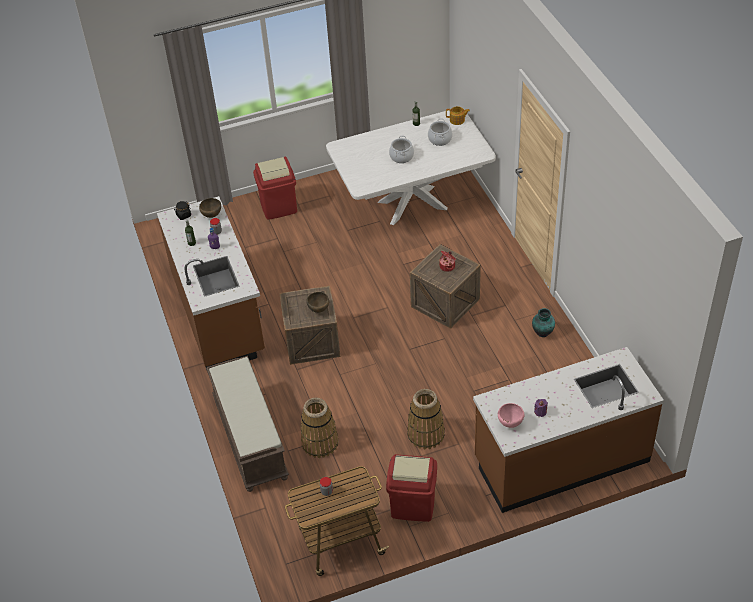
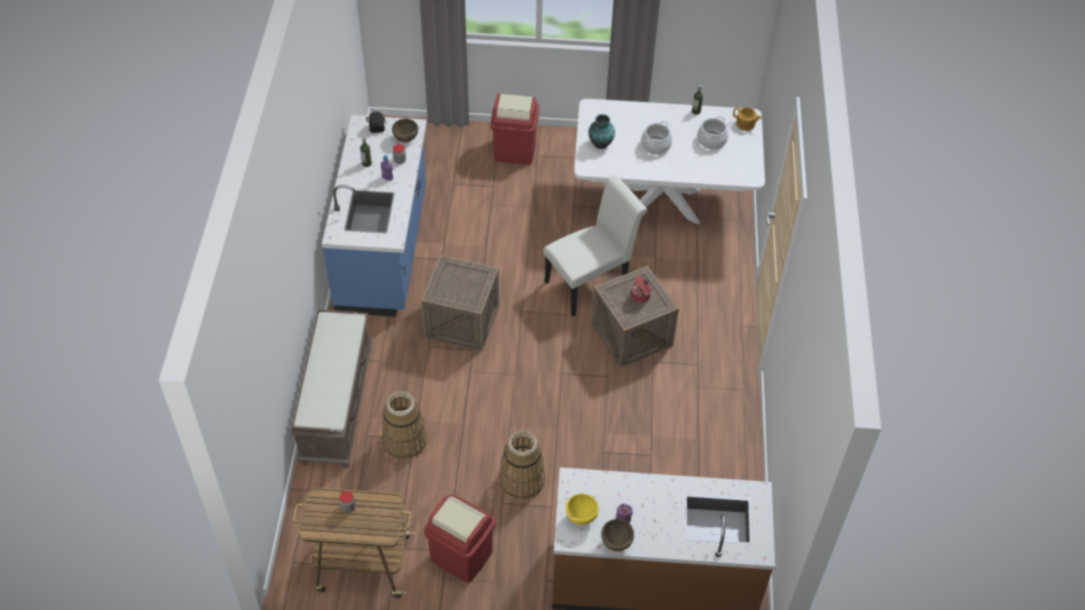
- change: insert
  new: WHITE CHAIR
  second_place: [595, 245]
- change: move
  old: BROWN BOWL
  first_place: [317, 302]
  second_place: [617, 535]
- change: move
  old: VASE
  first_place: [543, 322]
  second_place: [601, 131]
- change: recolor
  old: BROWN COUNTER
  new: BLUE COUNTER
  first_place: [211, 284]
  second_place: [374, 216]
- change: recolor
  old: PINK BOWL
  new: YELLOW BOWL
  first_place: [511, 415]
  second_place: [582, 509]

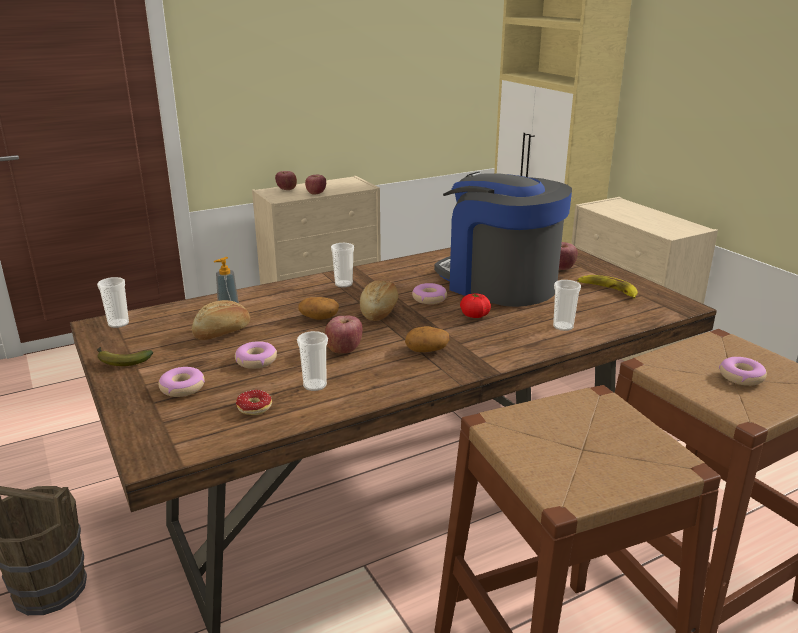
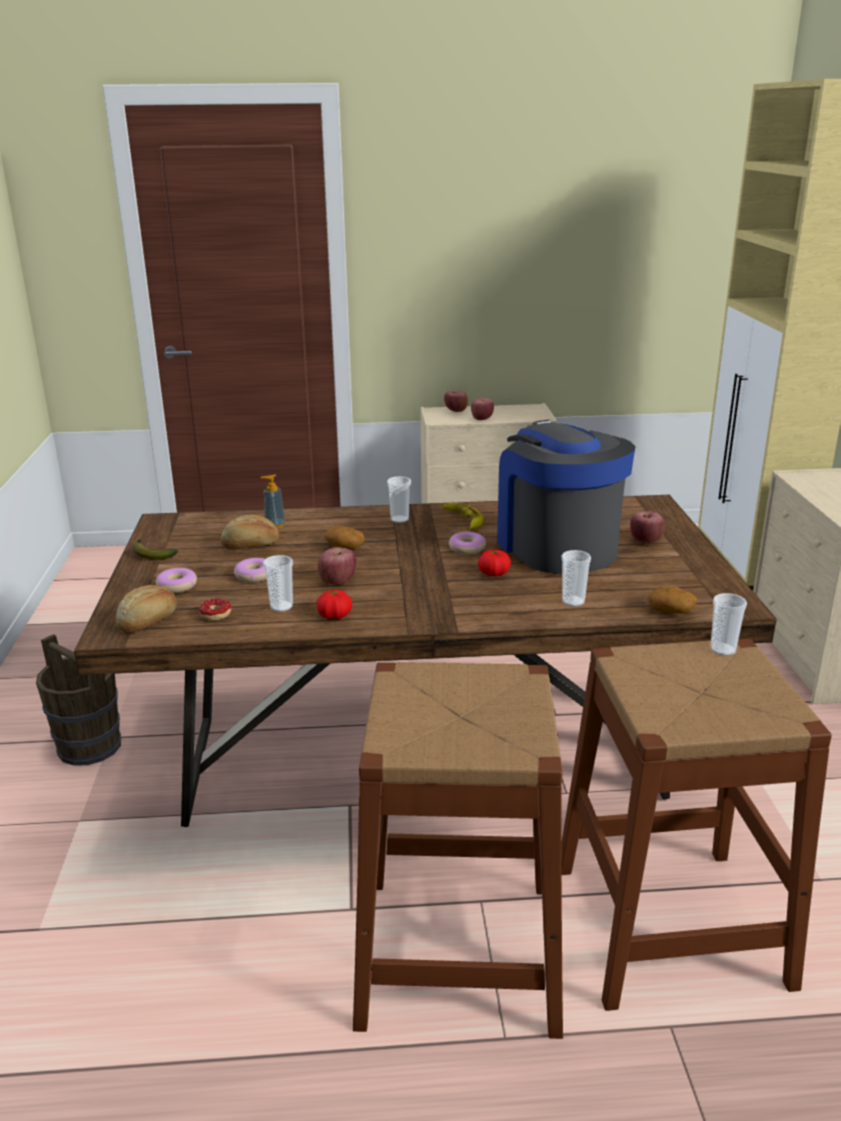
- change: delete
  old: DONUT
  first_place: [743, 371]
- change: insert
  new: TOMATO
  second_place: [334, 604]
- change: move
  old: CUP
  first_place: [113, 302]
  second_place: [728, 624]
- change: move
  old: BREAD
  first_place: [379, 301]
  second_place: [146, 609]
- change: move
  old: POTATO
  first_place: [427, 339]
  second_place: [672, 600]
- change: move
  old: BANANA
  first_place: [607, 287]
  second_place: [463, 516]

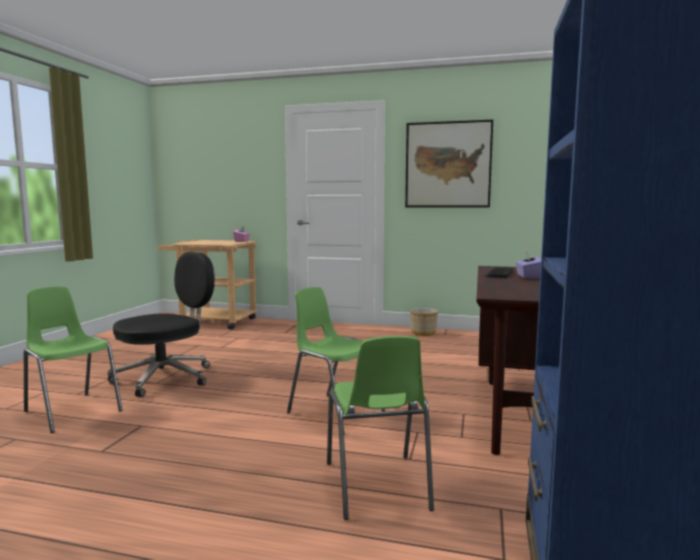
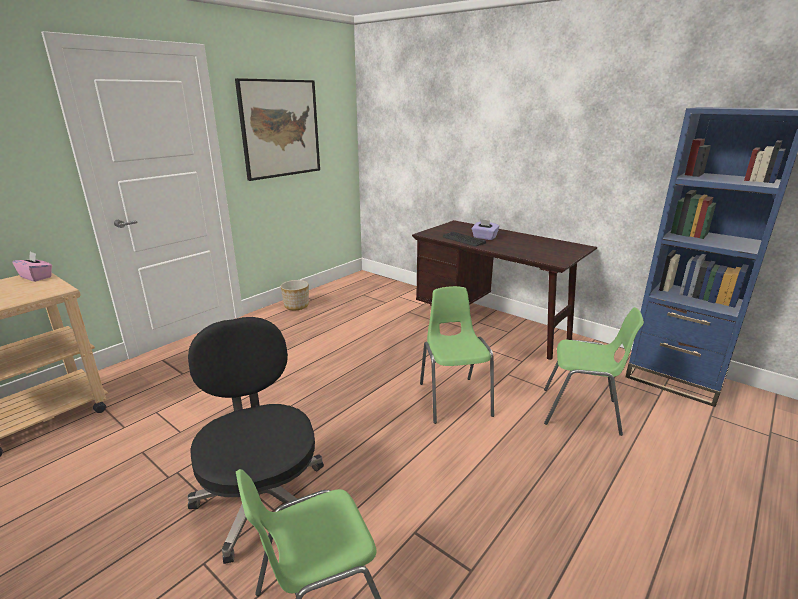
- change: rotate
  old: GREEN CHAIR
  first_place: [336, 360]
  second_place: [457, 355]
  degrees: 105

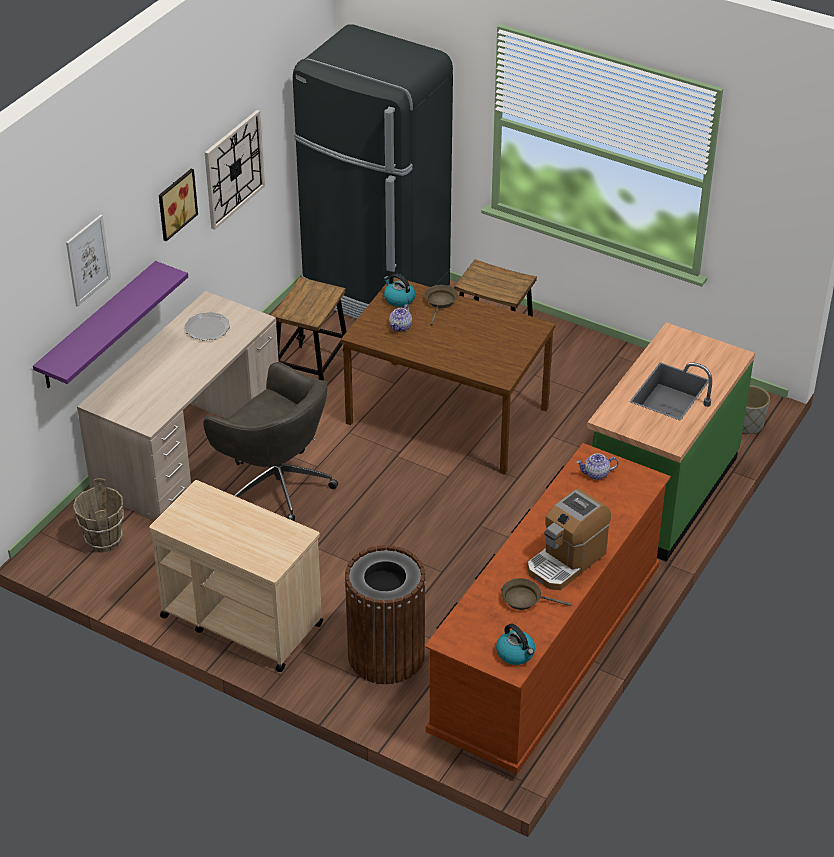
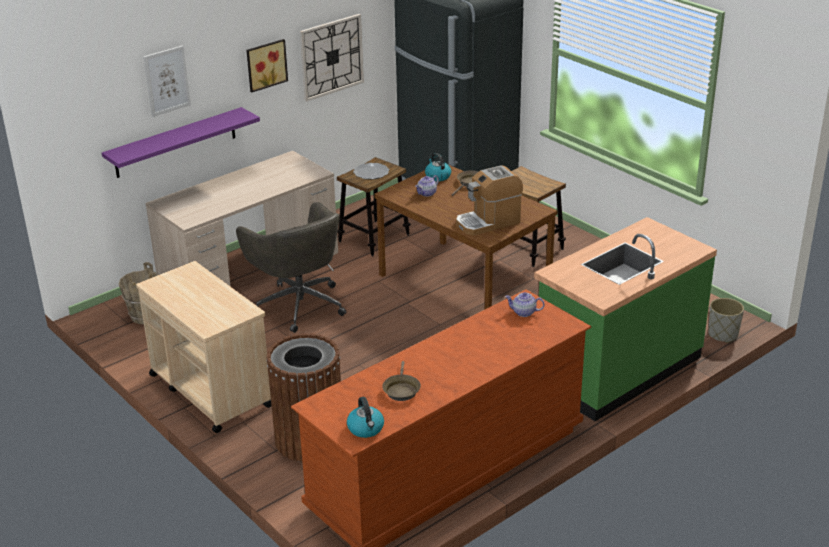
- change: move
  old: PLATE
  first_place: [207, 326]
  second_place: [371, 171]
- change: move
  old: COFFEE MACHINE
  first_place: [569, 539]
  second_place: [489, 200]
- change: rotate
  old: BROWN FRYING PAN
  first_place: [536, 594]
  second_place: [401, 381]
  degrees: -120

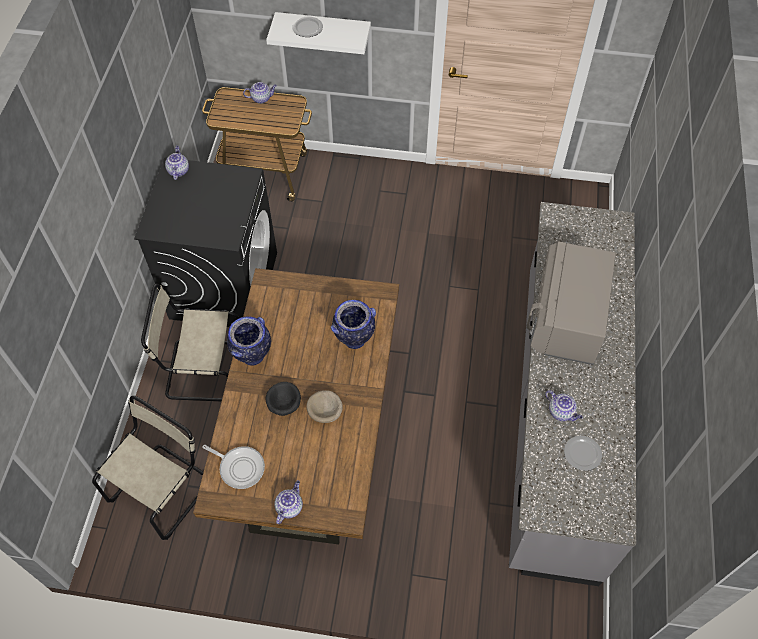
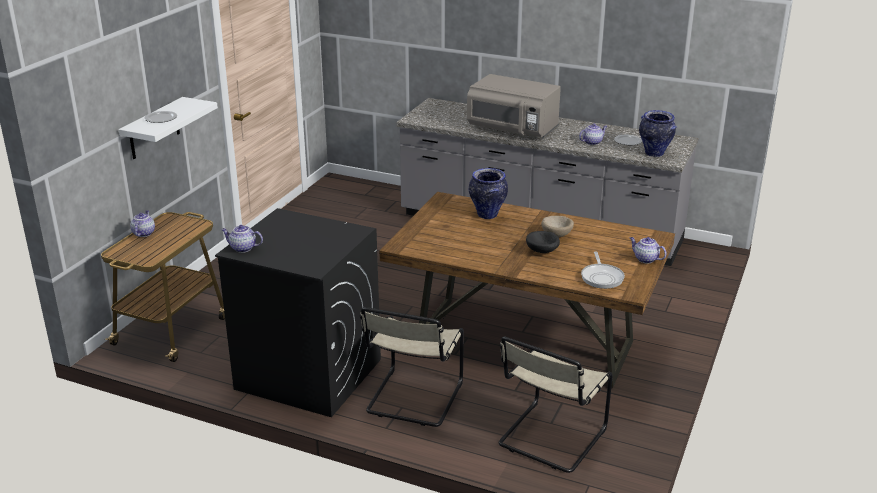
- change: move
  old: VASE
  first_place: [249, 341]
  second_place: [658, 133]
- change: rotate
  old: BEIGE CHAIR
  first_place: [147, 468]
  second_place: [556, 405]
  degrees: -105
- change: rotate
  old: FRYING PAN
  first_place: [233, 467]
  second_place: [603, 270]
  degrees: 135

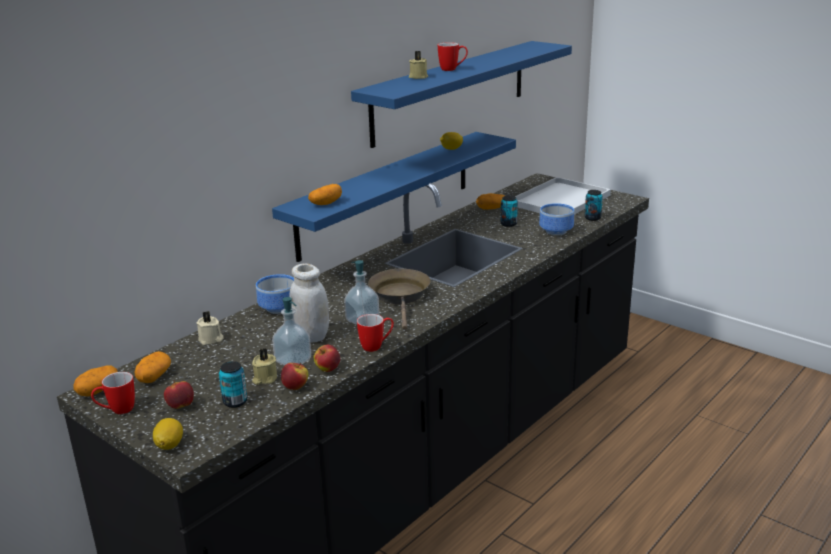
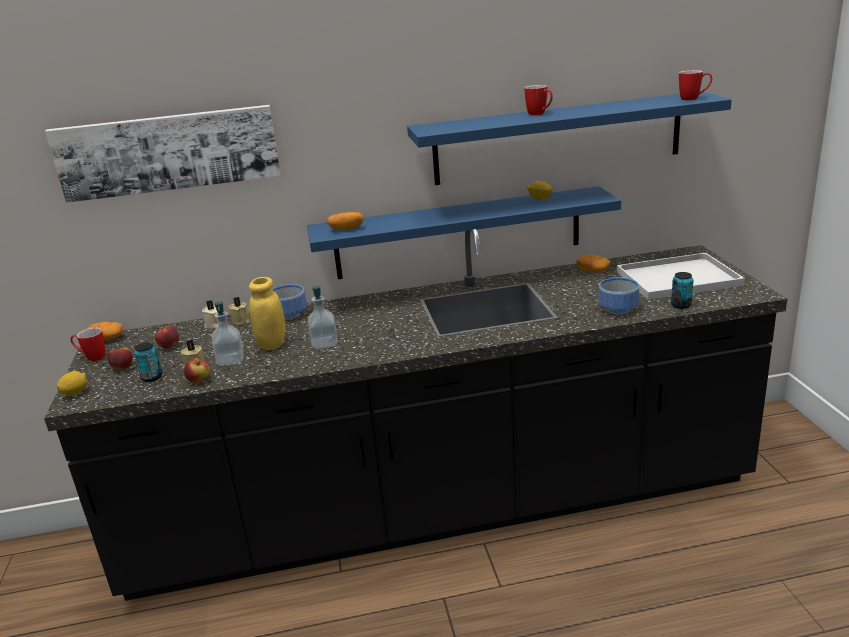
- change: delete
  old: POTATO
  first_place: [153, 367]
- change: delete
  old: BROWN FRYING PAN
  first_place: [399, 299]
- change: delete
  old: CAN
  first_place: [509, 211]
- change: insert
  new: PICTURE
  second_place: [163, 154]
- change: move
  old: APPLE
  first_place: [326, 358]
  second_place: [167, 337]
- change: move
  old: MUG
  first_place: [375, 333]
  second_place: [695, 85]
- change: move
  old: BEIGE CANDLE
  first_place: [418, 65]
  second_place: [239, 311]
- change: recolor
  old: WHITE JAR
  new: YELLOW JAR
  first_place: [309, 303]
  second_place: [267, 313]

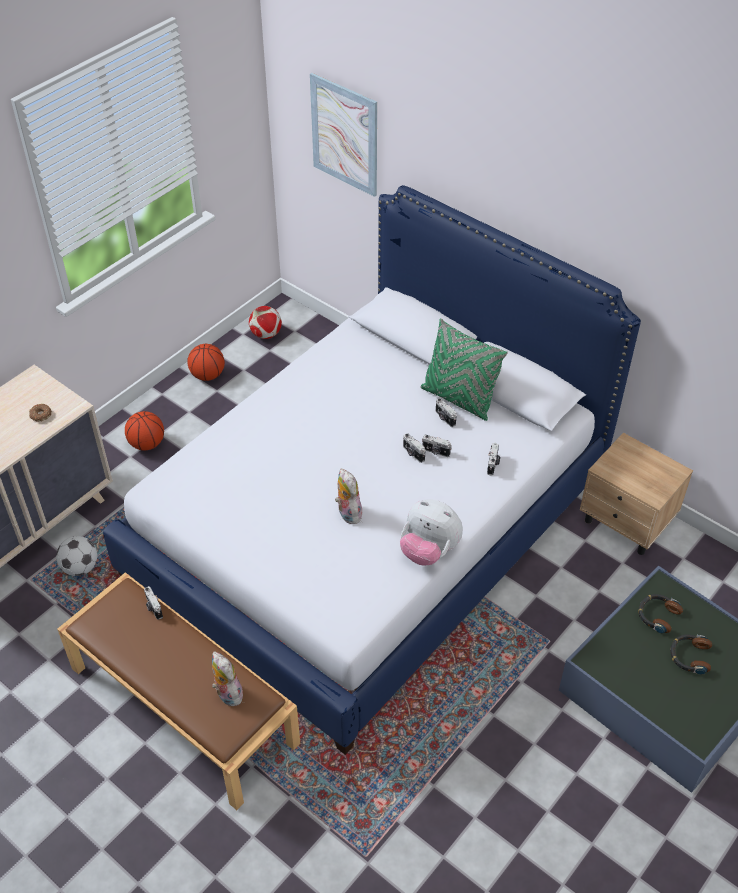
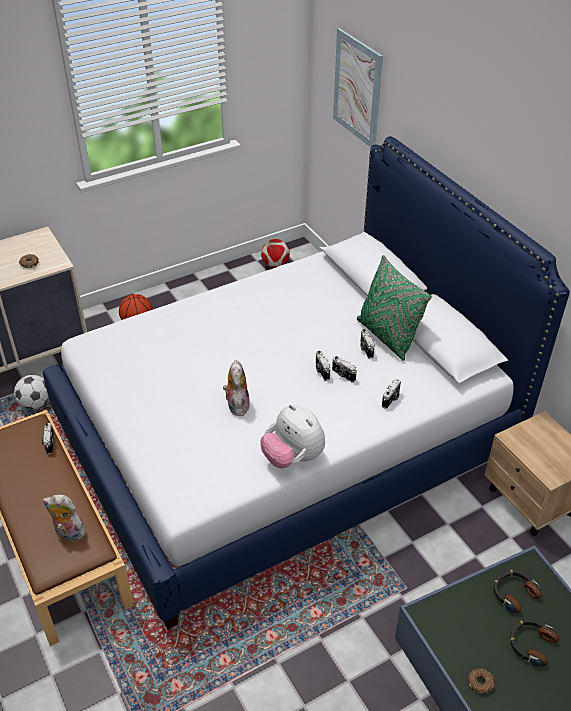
- change: delete
  old: BASKETBALL
  first_place: [206, 362]
- change: insert
  new: DONUT
  second_place: [481, 681]
- change: rotate
  old: PLUSH TOY
  first_place: [227, 678]
  second_place: [64, 517]
  degrees: -60

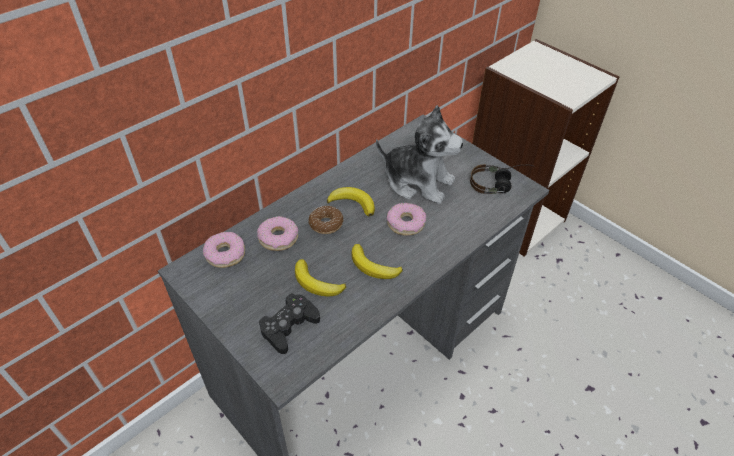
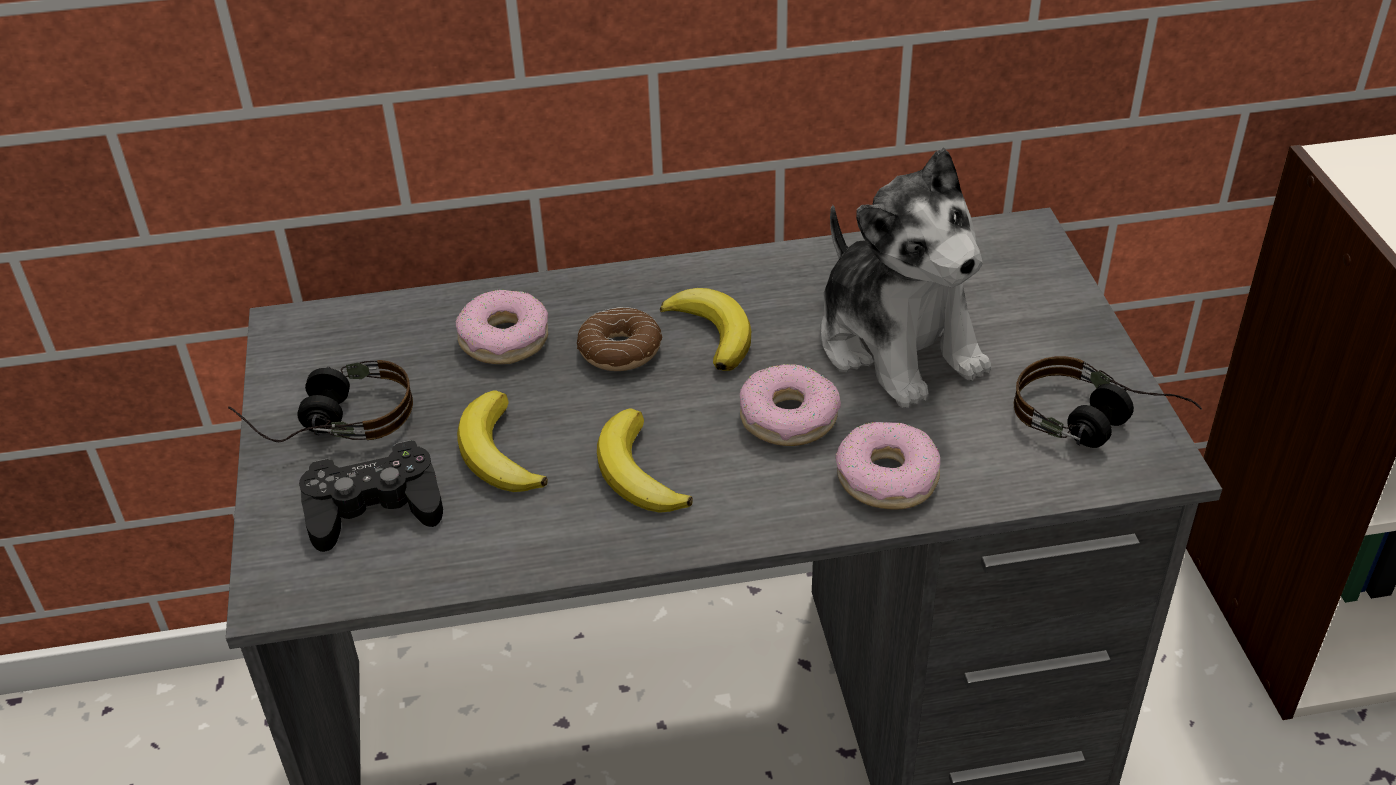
- change: insert
  new: HEADPHONES
  second_place: [320, 401]
- change: move
  old: DONUT
  first_place: [224, 250]
  second_place: [888, 465]

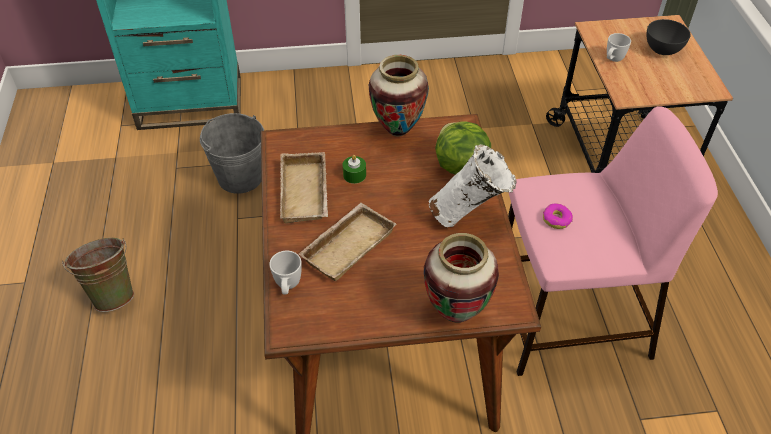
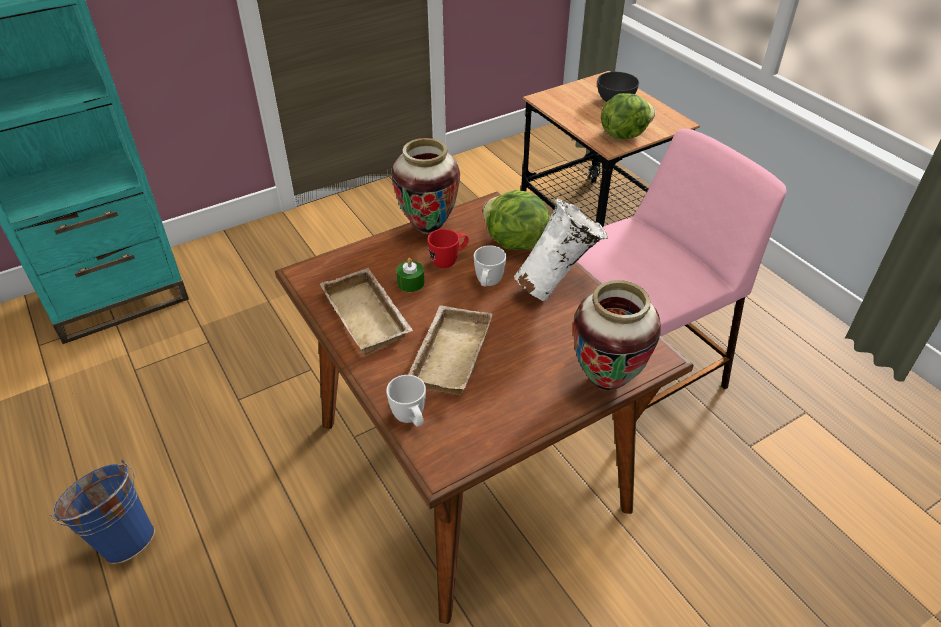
- change: delete
  old: GREY BUCKET
  first_place: [232, 153]
- change: delete
  old: DONUT
  first_place: [558, 216]
- change: insert
  new: RED MUG
  second_place: [448, 248]
- change: insert
  new: LETTUCE
  second_place: [628, 116]
- change: move
  old: WHITE MUG
  first_place: [619, 47]
  second_place: [490, 265]
- change: recolor
  old: GREEN BUCKET
  new: BLUE BUCKET
  first_place: [98, 275]
  second_place: [102, 512]

